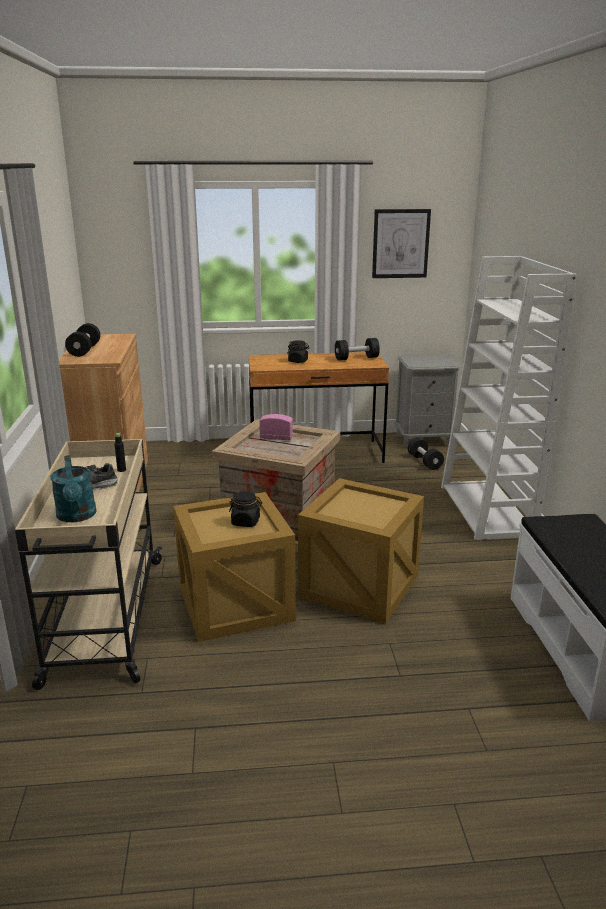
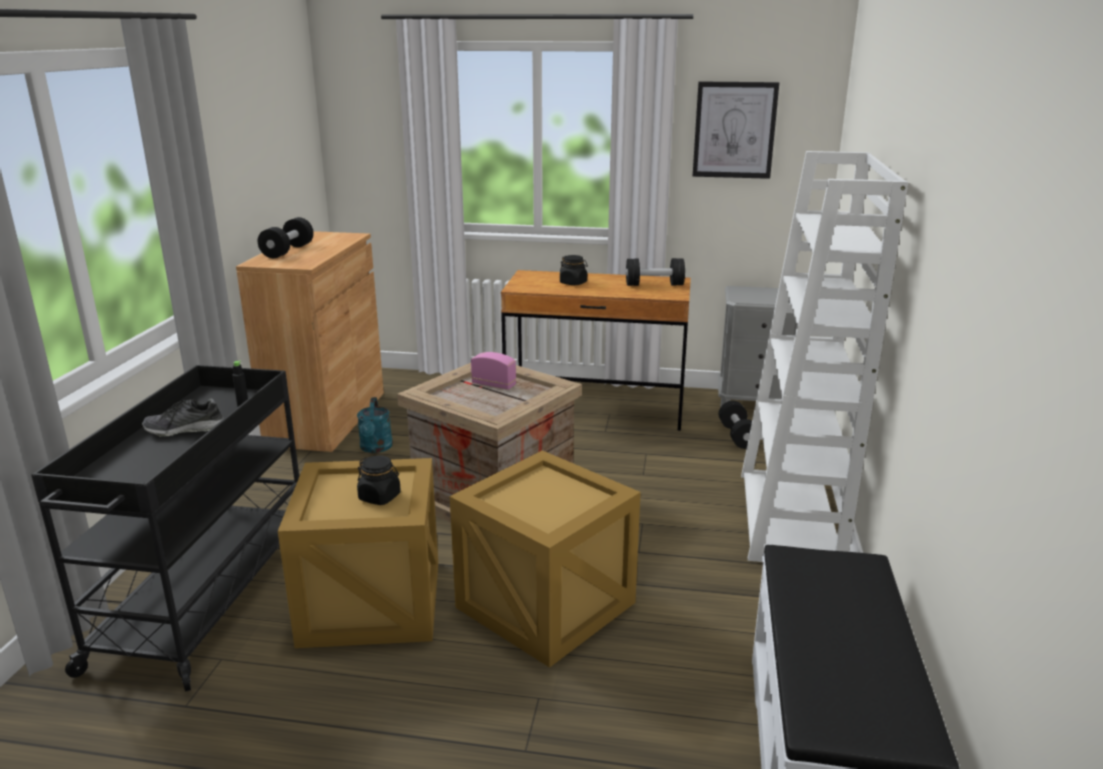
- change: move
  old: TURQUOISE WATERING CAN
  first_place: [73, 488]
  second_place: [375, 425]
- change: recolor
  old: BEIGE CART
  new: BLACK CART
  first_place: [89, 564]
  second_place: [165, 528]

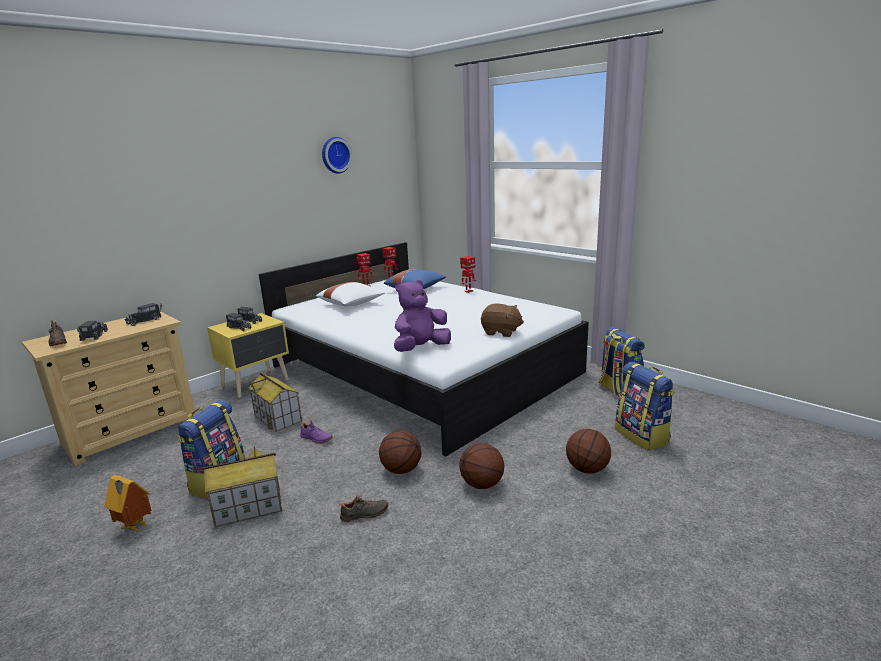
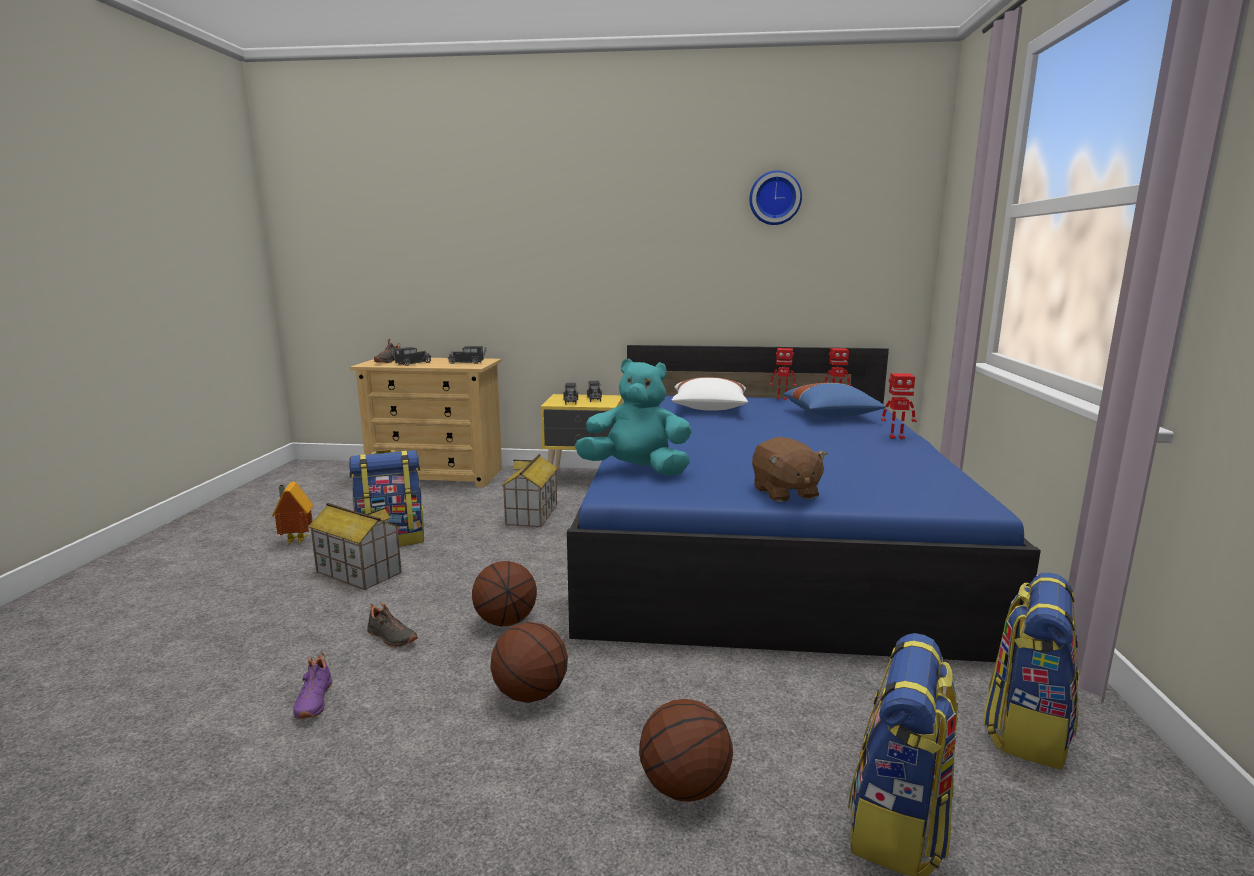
- change: move
  old: PURPLE SHOE
  first_place: [316, 431]
  second_place: [313, 686]
- change: recolor
  old: WHITE BED
  new: BLUE BED
  first_place: [424, 349]
  second_place: [804, 503]
- change: recolor
  old: PURPLE PLUSH TOY
  new: TURQUOISE PLUSH TOY
  first_place: [422, 316]
  second_place: [633, 417]

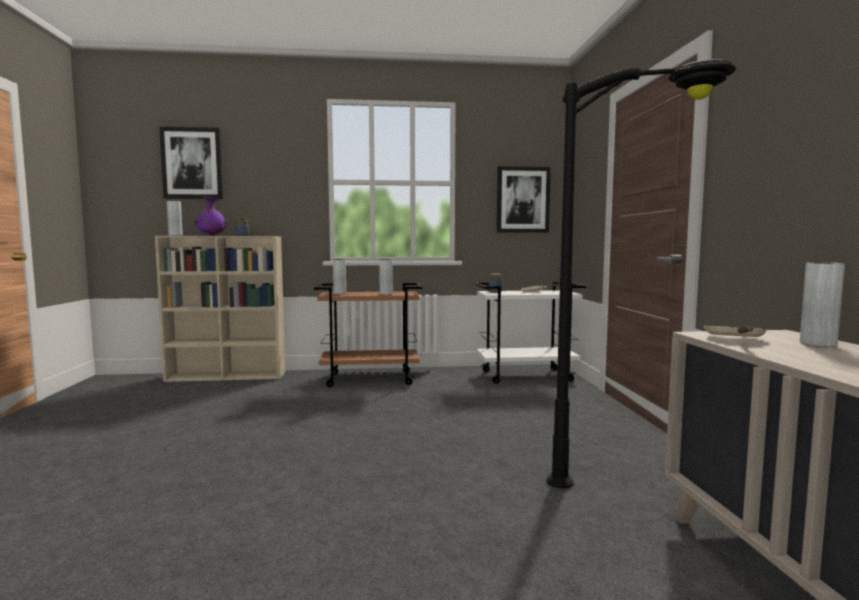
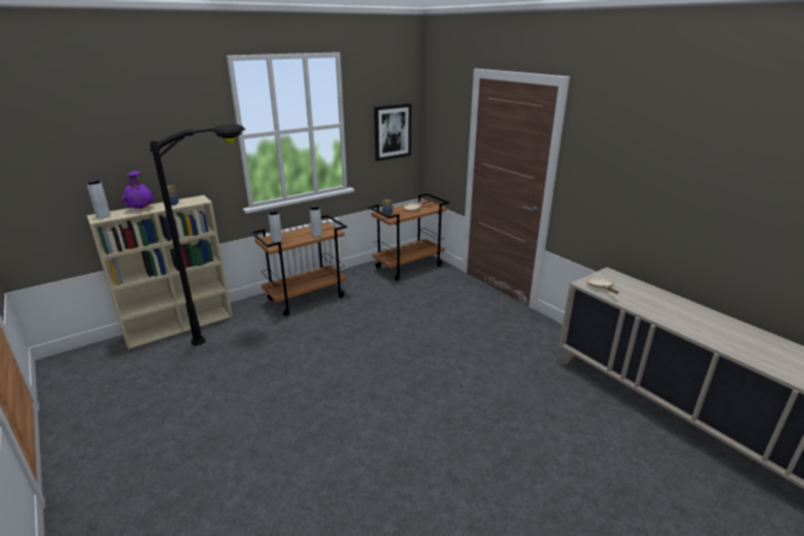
- change: delete
  old: PICTURE
  first_place: [191, 163]
- change: delete
  old: GREY VASE
  first_place: [822, 304]
- change: move
  old: BLACK FLOOR LAMP
  first_place: [641, 274]
  second_place: [197, 234]
- change: recolor
  old: WHITE CART
  new: BROWN CART
  first_place: [530, 333]
  second_place: [409, 237]

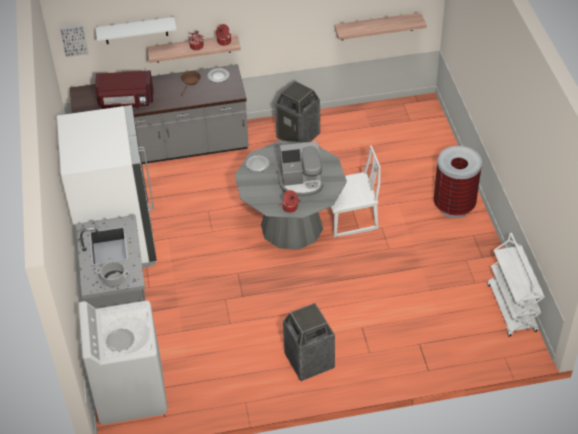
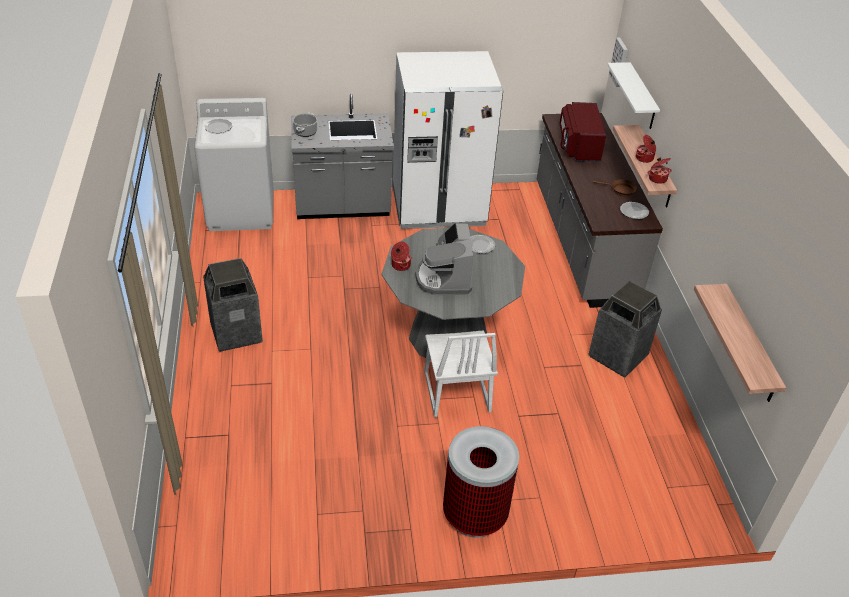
- change: delete
  old: WHITE CART
  first_place: [516, 285]

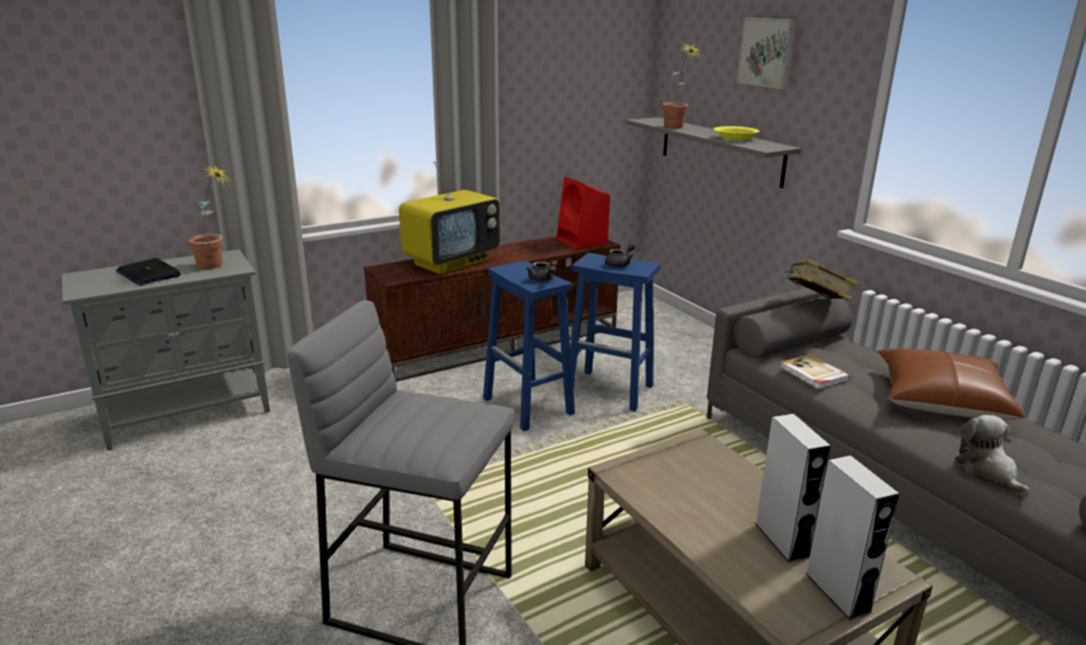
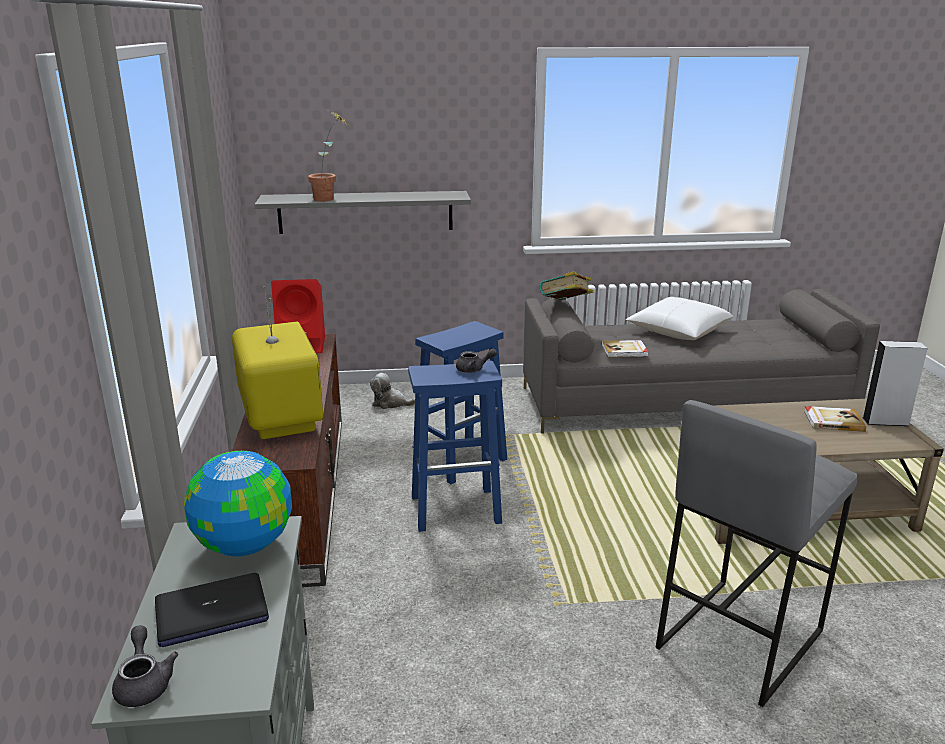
- change: delete
  old: YELLOW BOWL
  first_place: [736, 133]
- change: delete
  old: PICTURE
  first_place: [767, 53]
- change: move
  old: GREY TEAPOT
  first_place: [620, 254]
  second_place: [145, 666]
- change: move
  old: PLUSH TOY
  first_place: [992, 455]
  second_place: [392, 391]
- change: replace
  old: POTTED PLANT
  new: GLOBE
  first_place: [210, 217]
  second_place: [238, 503]
- change: replace
  old: GREY SPEAKER
  new: BOOK
  first_place: [793, 488]
  second_place: [835, 419]
- change: recolor
  old: BROWN PILLOW
  new: WHITE PILLOW
  first_place: [951, 384]
  second_place: [679, 318]

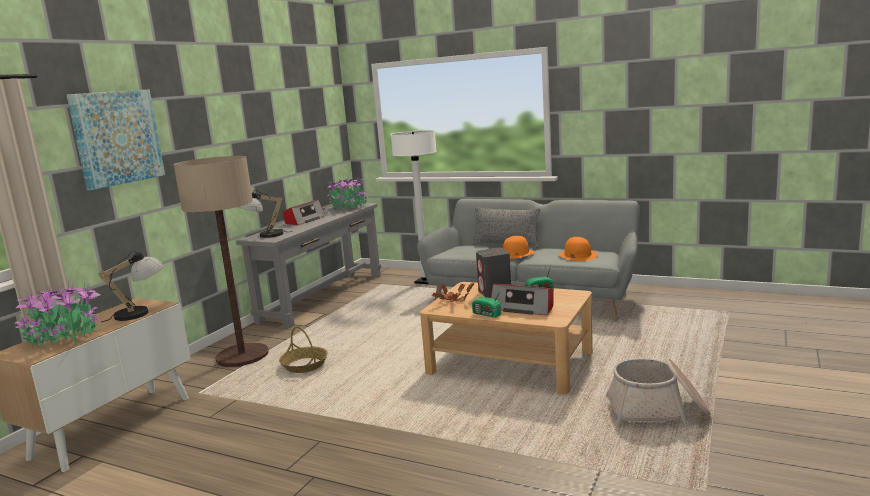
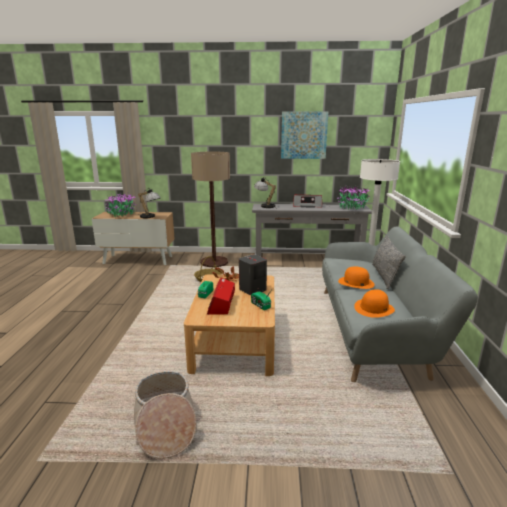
- change: move
  old: PICTURE
  first_place: [116, 139]
  second_place: [305, 135]

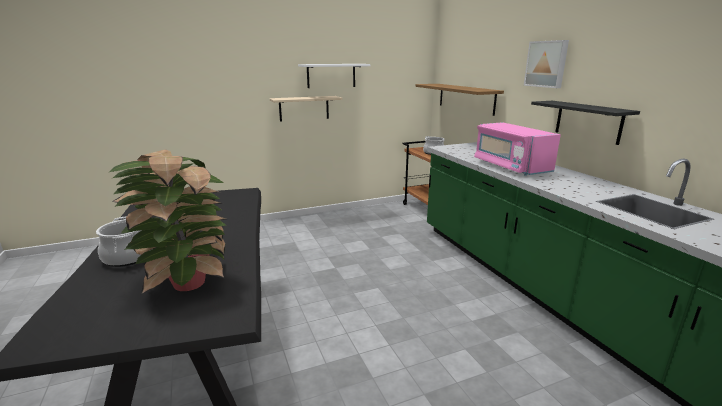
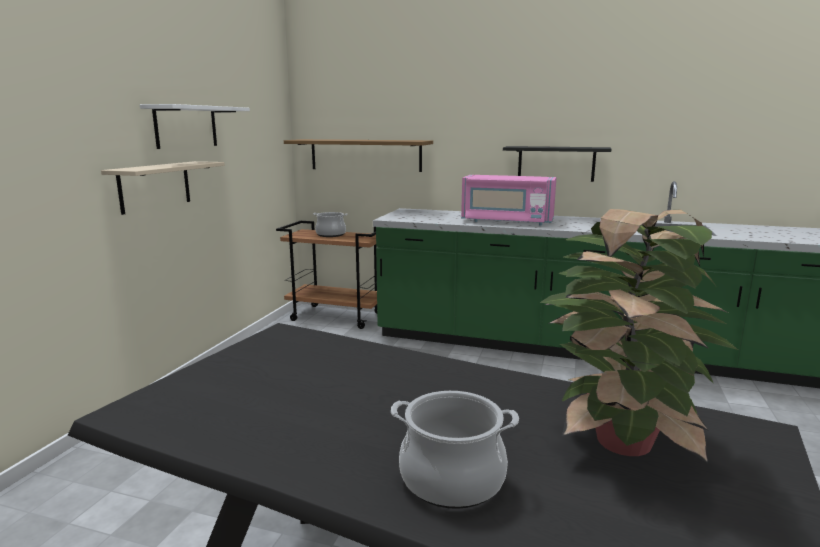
- change: delete
  old: PICTURE
  first_place: [546, 64]

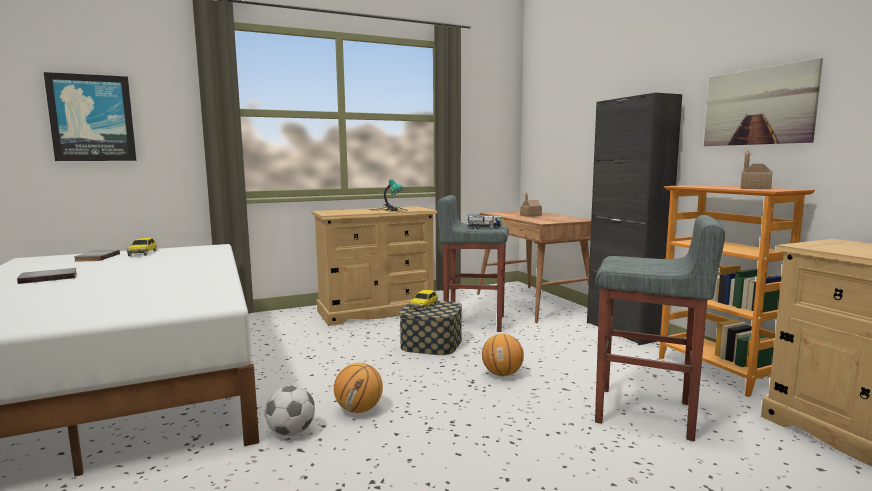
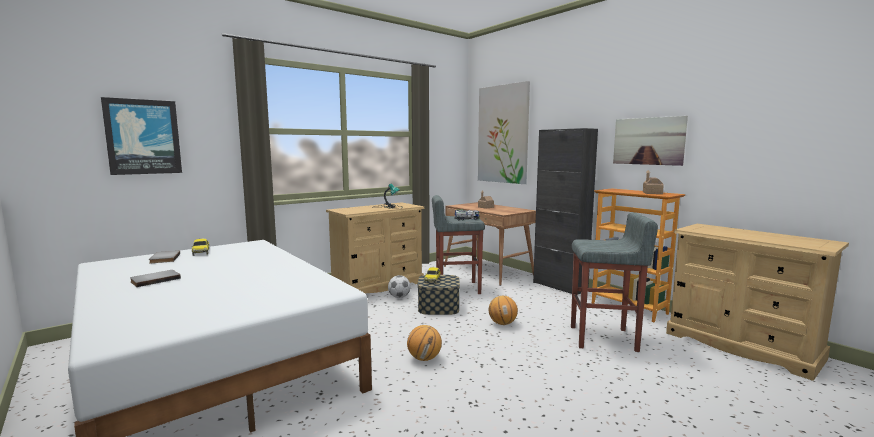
- change: insert
  new: PICTURE
  second_place: [504, 132]
- change: move
  old: FOOTBALL
  first_place: [290, 410]
  second_place: [399, 286]

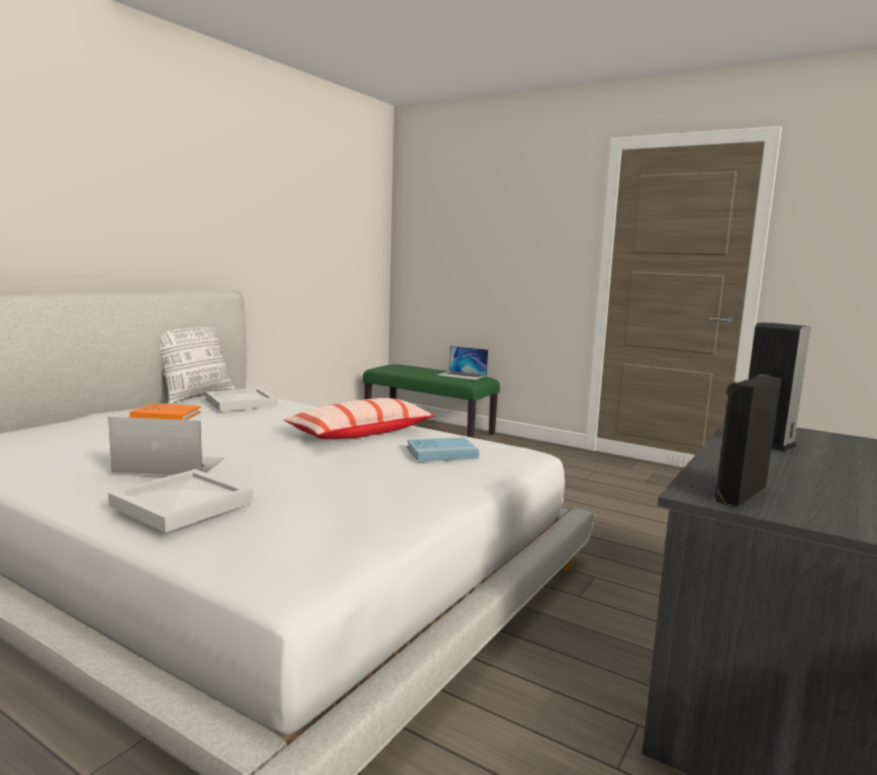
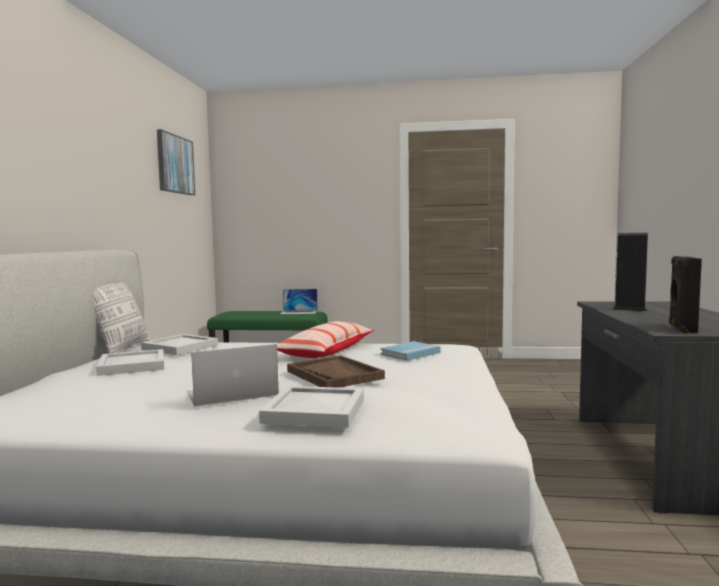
- change: insert
  new: PICTURE
  second_place: [176, 162]
- change: insert
  new: BROWN TRAY
  second_place: [336, 372]
- change: replace
  old: ORANGE BOOK
  new: WHITE TRAY
  first_place: [165, 411]
  second_place: [130, 362]

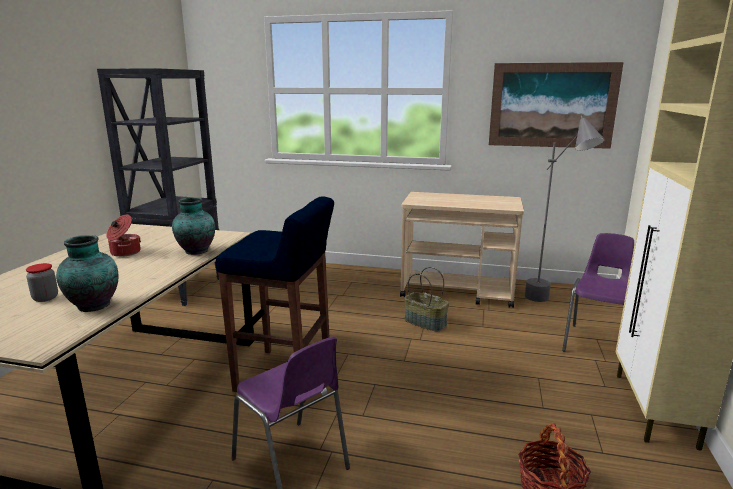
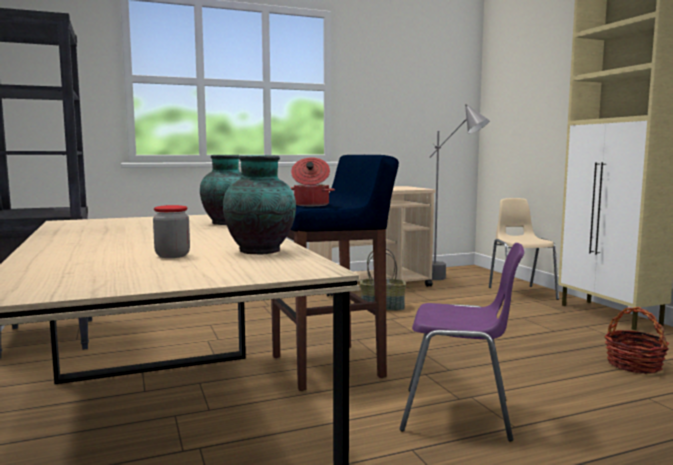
- change: delete
  old: PICTURE
  first_place: [556, 105]
- change: move
  old: COOKING POT
  first_place: [123, 236]
  second_place: [312, 181]
- change: recolor
  old: PURPLE CHAIR
  new: BEIGE CHAIR
  first_place: [598, 292]
  second_place: [524, 249]

